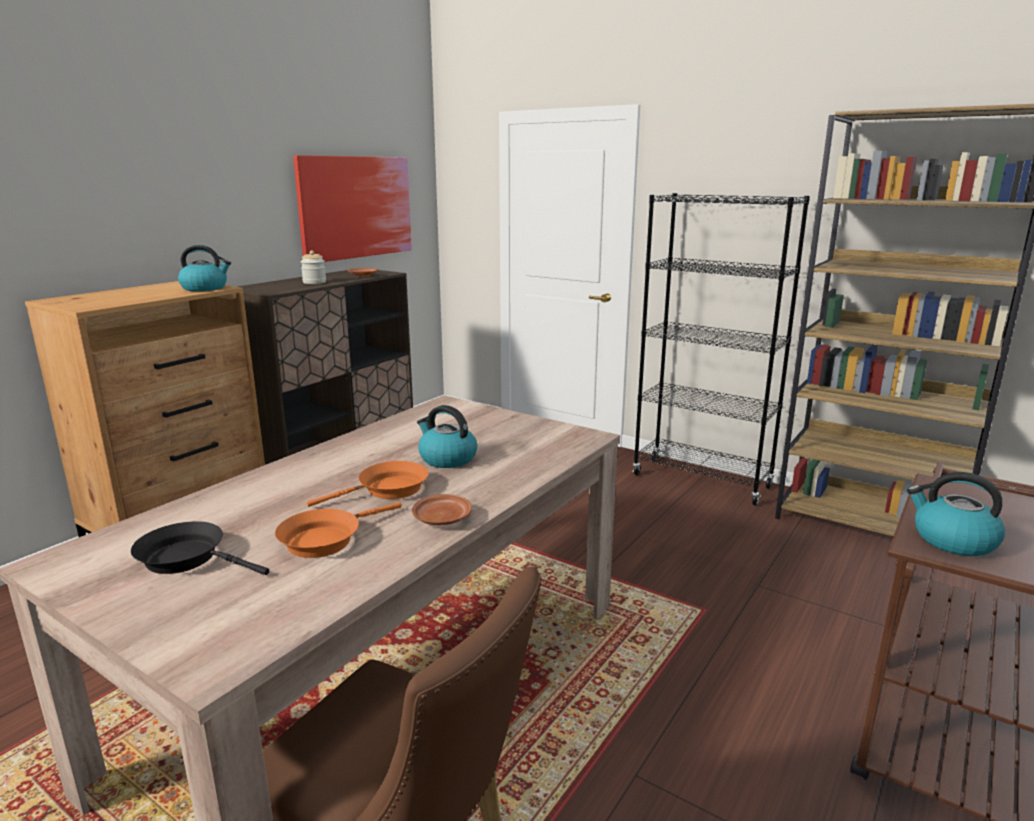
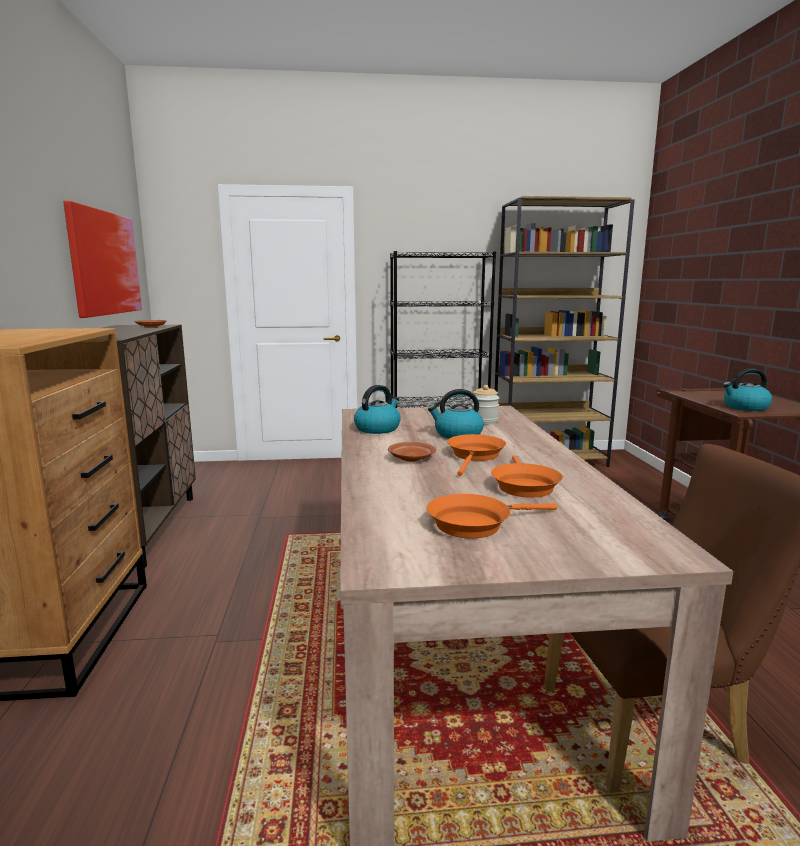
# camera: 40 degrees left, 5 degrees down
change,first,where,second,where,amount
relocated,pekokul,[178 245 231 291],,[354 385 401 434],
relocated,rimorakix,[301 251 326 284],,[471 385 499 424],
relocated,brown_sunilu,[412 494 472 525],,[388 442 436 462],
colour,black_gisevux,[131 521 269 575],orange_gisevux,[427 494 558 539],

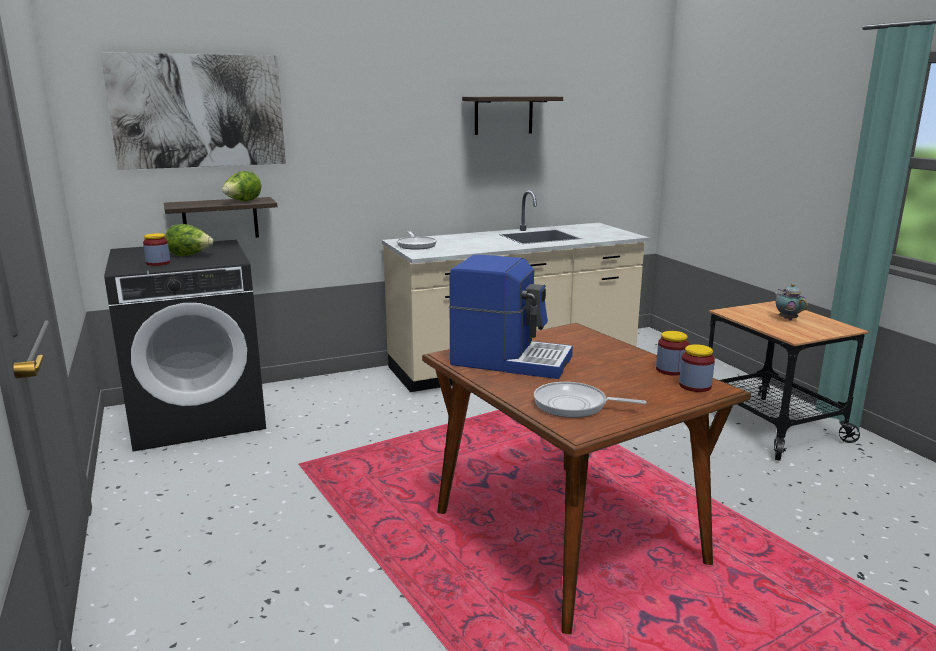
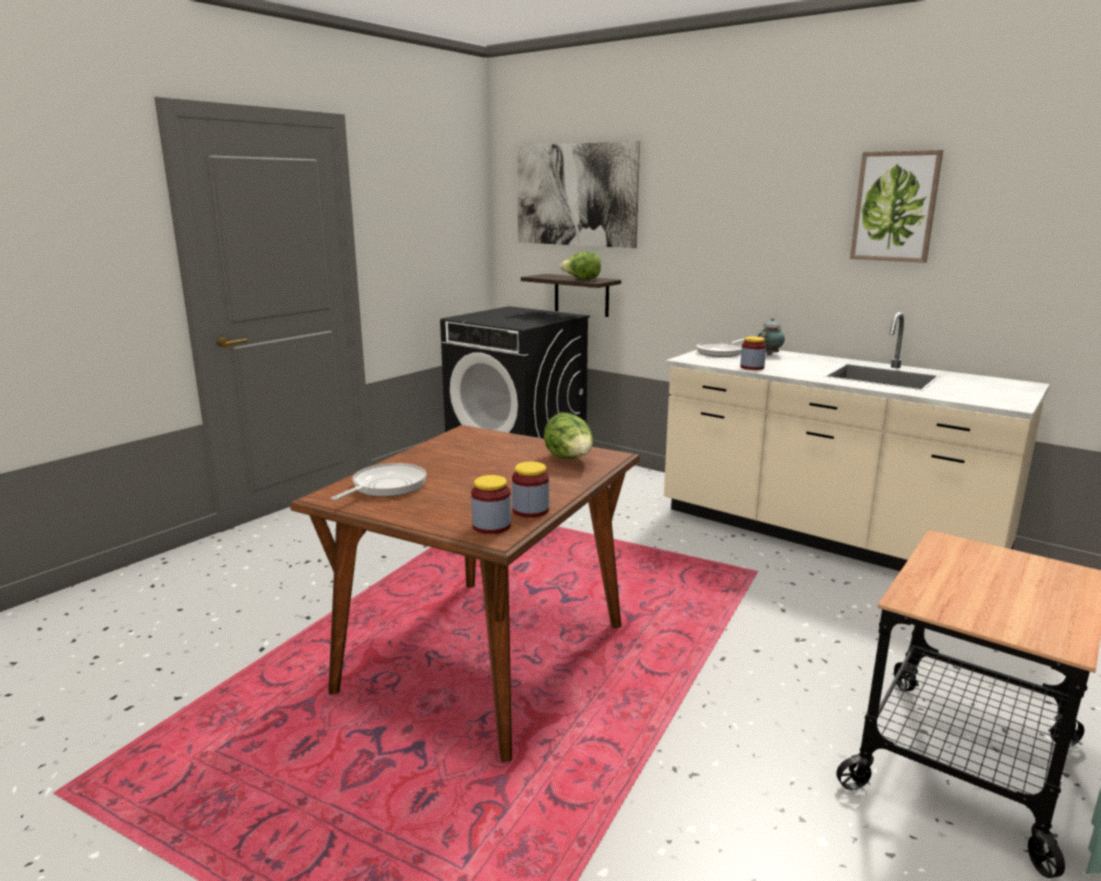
# camera: 60 degrees right, 0 degrees up
change,first,where,second,where,amount
exchanged,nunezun,[462 96 563 135],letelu,[850 150 943 263],
relocated,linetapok,[165 224 214 256],,[544 413 593 459],
relocated,rimorakix,[143 233 170 266],,[740 336 766 370],
missing,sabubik,[449 255 573 379],,,
relocated,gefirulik,[773 284 808 320],,[758 318 785 356],
spun,gisevux,[534 382 647 418],,[331 463 426 500],45 degrees clockwise

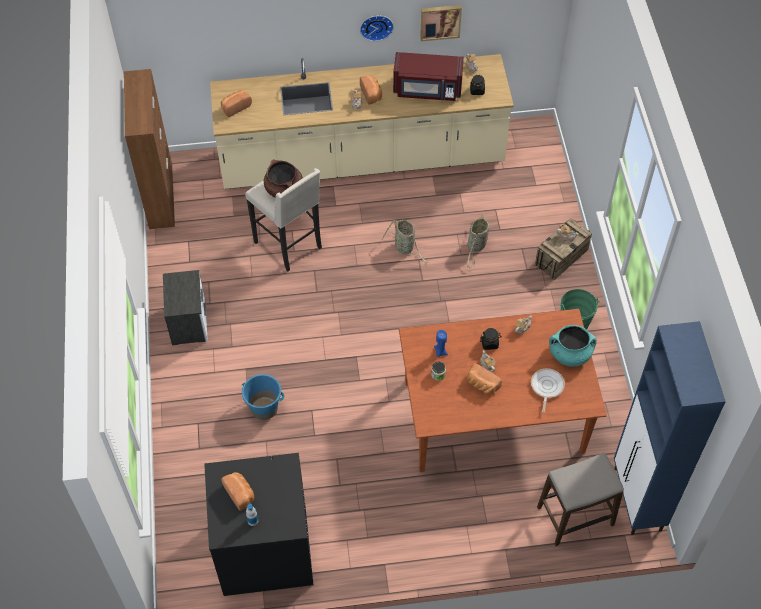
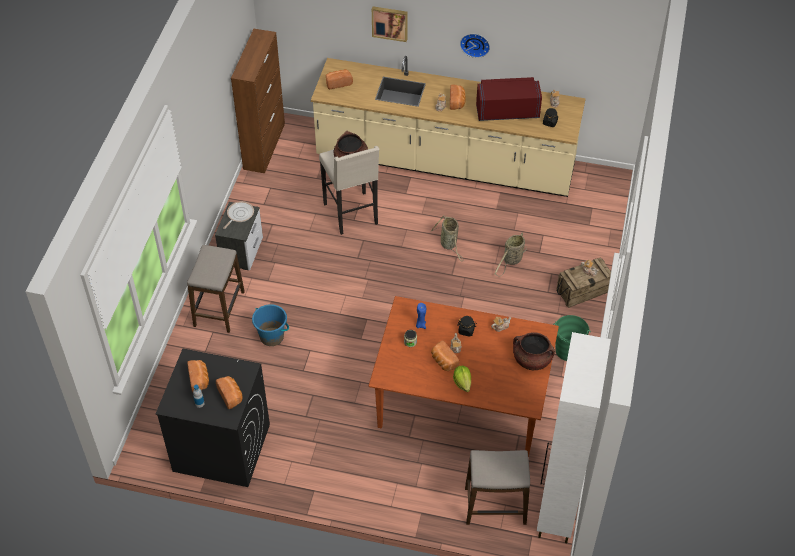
# camera: 20 degrees right, 5 degrees down
change,first,where,second,where,amount
relocated,letelu,[420 5 462 41],,[372 7 408 42],
spun,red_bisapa,[393 52 464 101],,[476 77 542 121],150 degrees clockwise
colour,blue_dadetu,[614 321 726 535],white_dadetu,[537 332 611 544],
colour,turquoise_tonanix,[549 325 597 367],brown_tonanix,[513 332 555 370],
relocated,gisevux,[531 368 565 413],,[223 201 254 229],
appeared,,,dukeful,[187 245 245 333],
appeared,,,linetapok,[453 366 471 392],
appeared,,,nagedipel,[216 376 243 409],

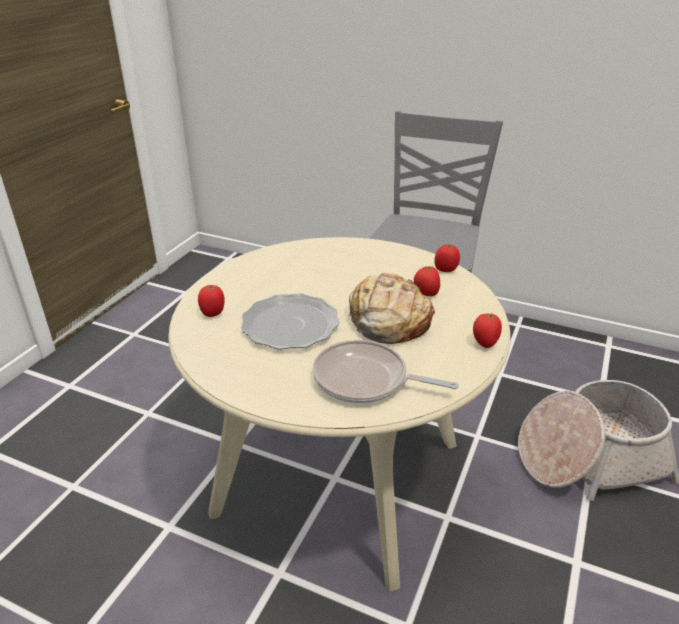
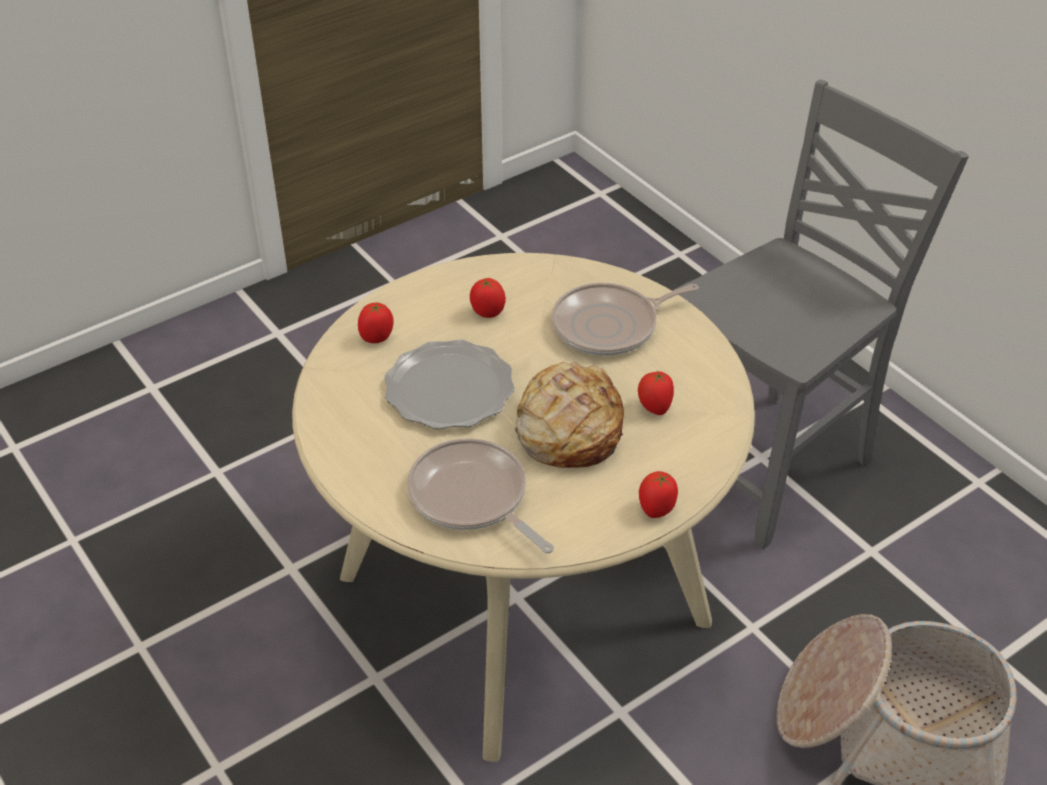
# camera: 30 degrees right, 10 degrees up
change,first,where,second,where,amount
relocated,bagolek,[434 244 460 272],,[470 278 506 318],
appeared,,,gisevux,[552 283 699 356],

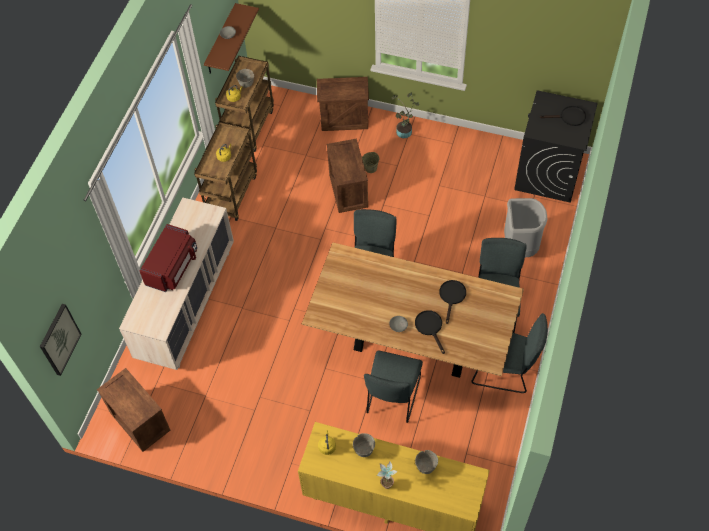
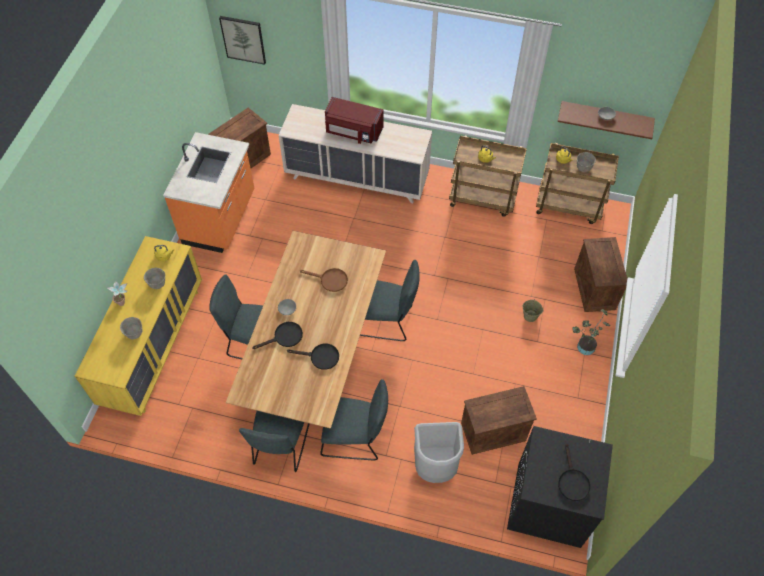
# camera: 85 degrees right, 0 degrees up
change,first,where,second,where,amount
relocated,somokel,[327 139 368 213],,[461 386 537 455],
appeared,,,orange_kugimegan,[163 132 254 253],
appeared,,,brown_gisevux,[300 268 348 292],

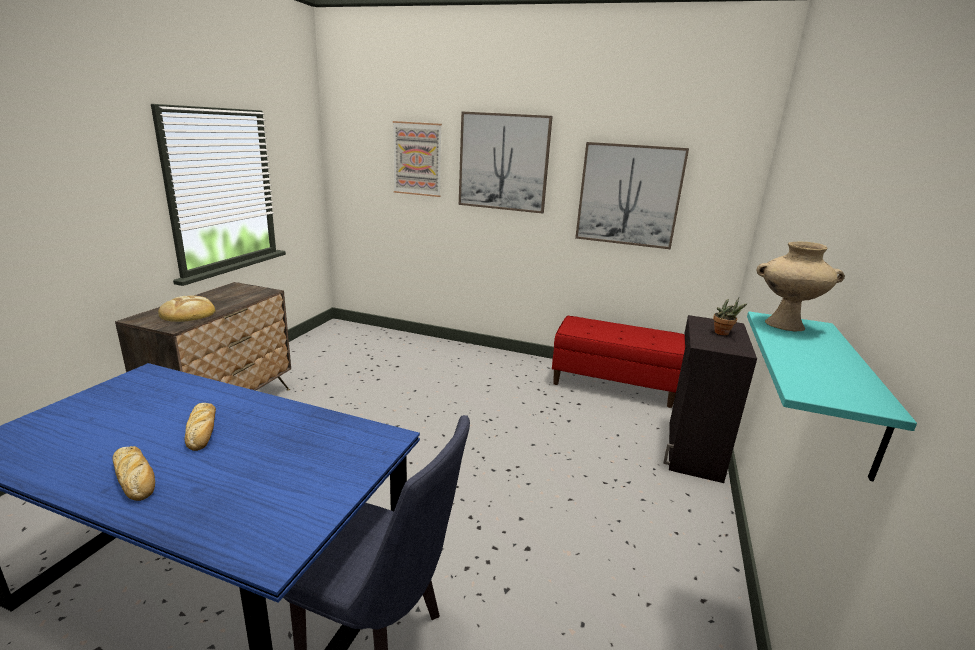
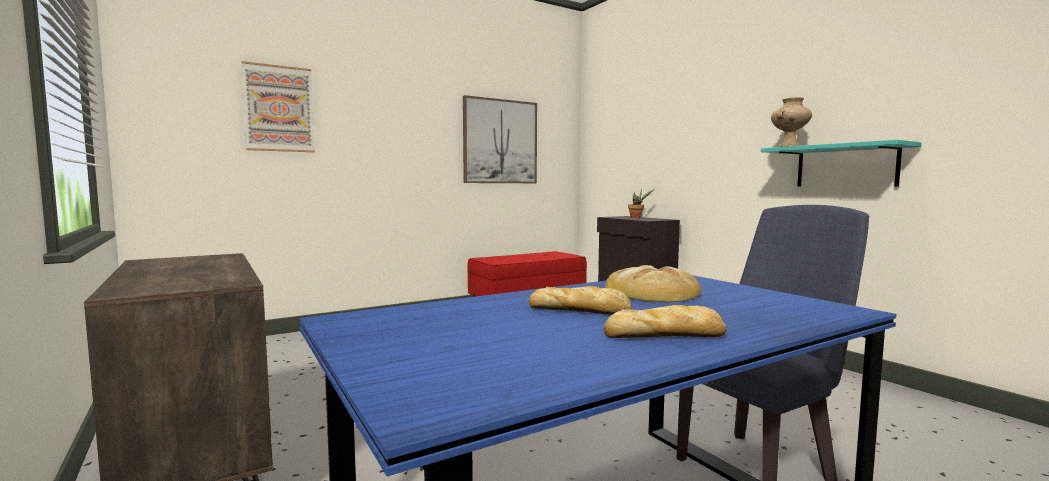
# camera: 50 degrees left, 15 degrees down
change,first,where,second,where,amount
missing,letelu,[459 112 553 214],,,
relocated,nagedipel,[158 295 215 322],,[605 265 701 303],

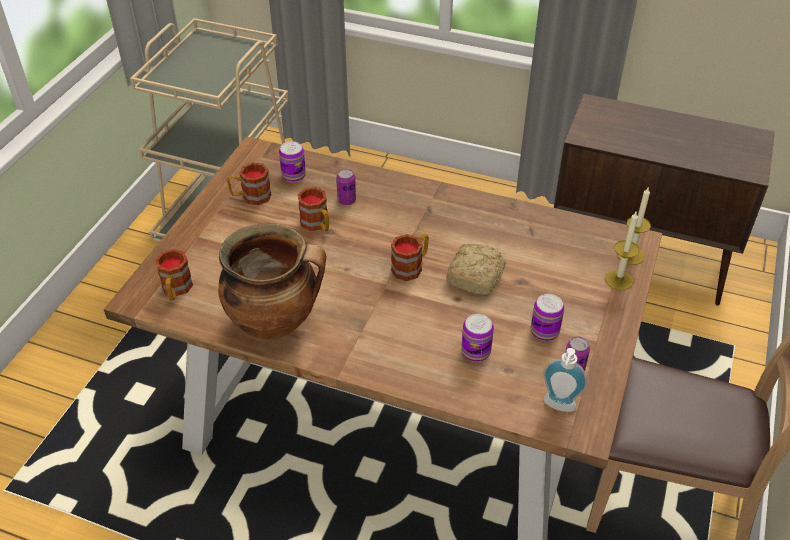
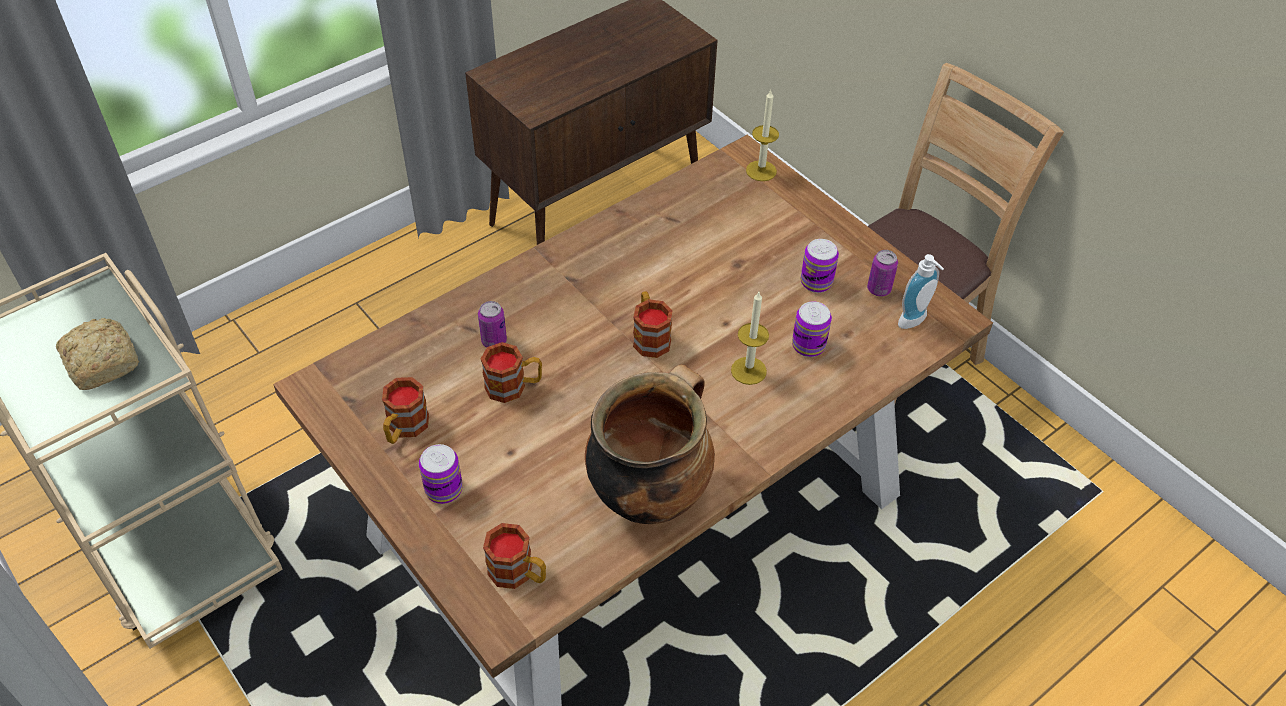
# camera: 60 degrees left, 5 degrees up
change,first,where,second,where,amount
relocated,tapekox,[279 141 306 182],,[419 444 463 504],
relocated,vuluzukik,[605 212 639 290],,[731 292 769 385],
relocated,nagedipel,[446 244 506 295],,[56 318 139 390],

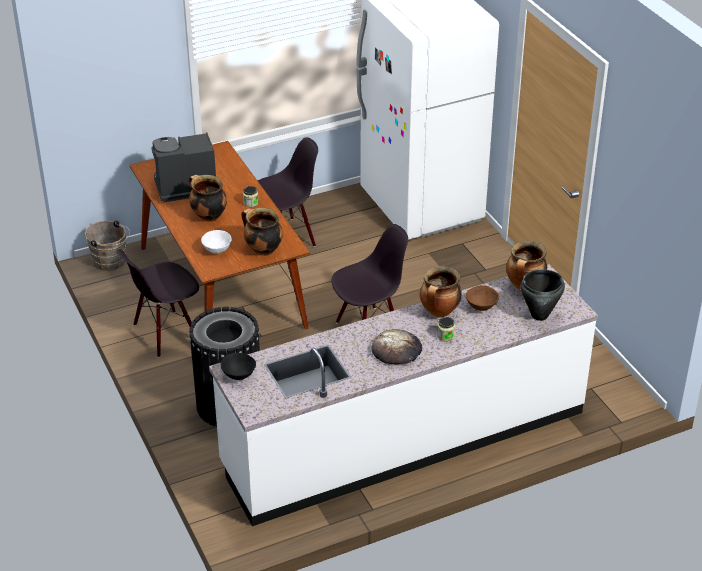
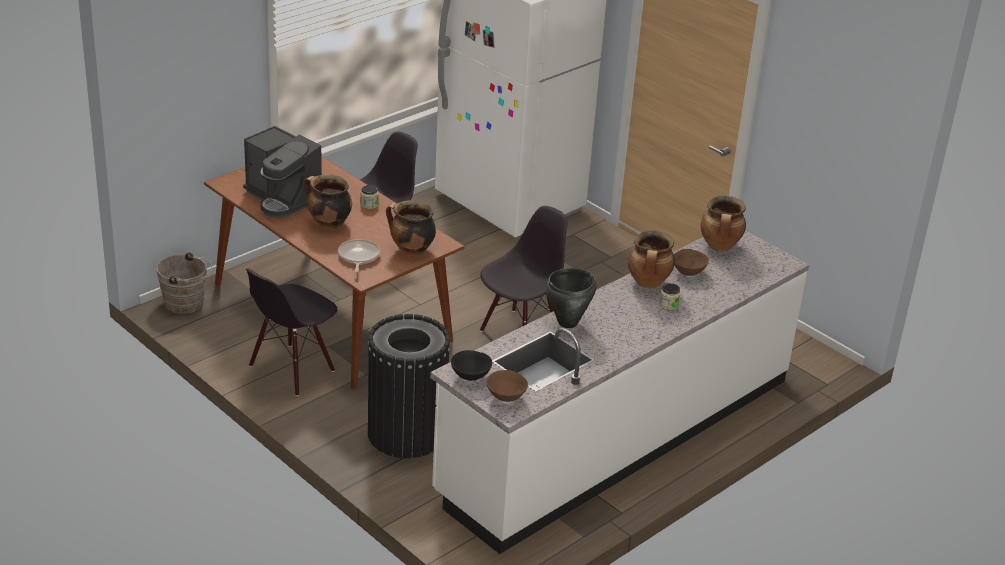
# camera: 20 degrees left, 5 degrees down
change,first,where,second,where,amount
spun,sabubik,[152 132 216 203],,[243 126 322 218],105 degrees counterclockwise
exchanged,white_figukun,[201 230 232 253],gisevux,[338 239 380 272],
relocated,black_tonanix,[520 270 565 321],,[546 268 596 328],
missing,nagedipel,[372 329 422 364],,,
appeared,,,brown_figukun,[486 370 528 402],

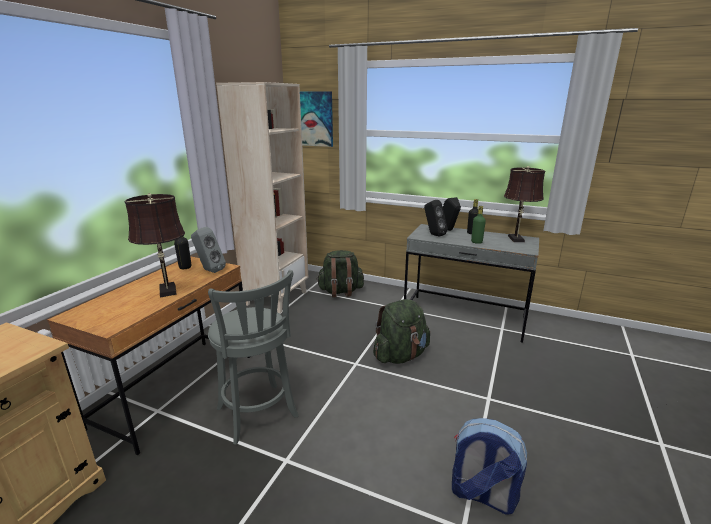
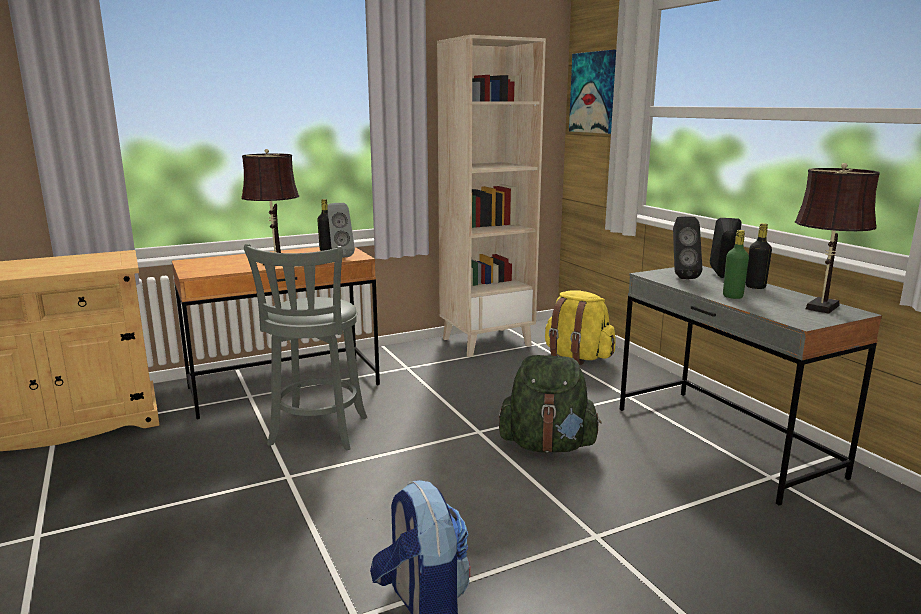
# camera: 40 degrees right, 5 degrees down
change,first,where,second,where,amount
colour,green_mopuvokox,[316 250 364 297],yellow_mopuvokox,[545 290 616 365],

